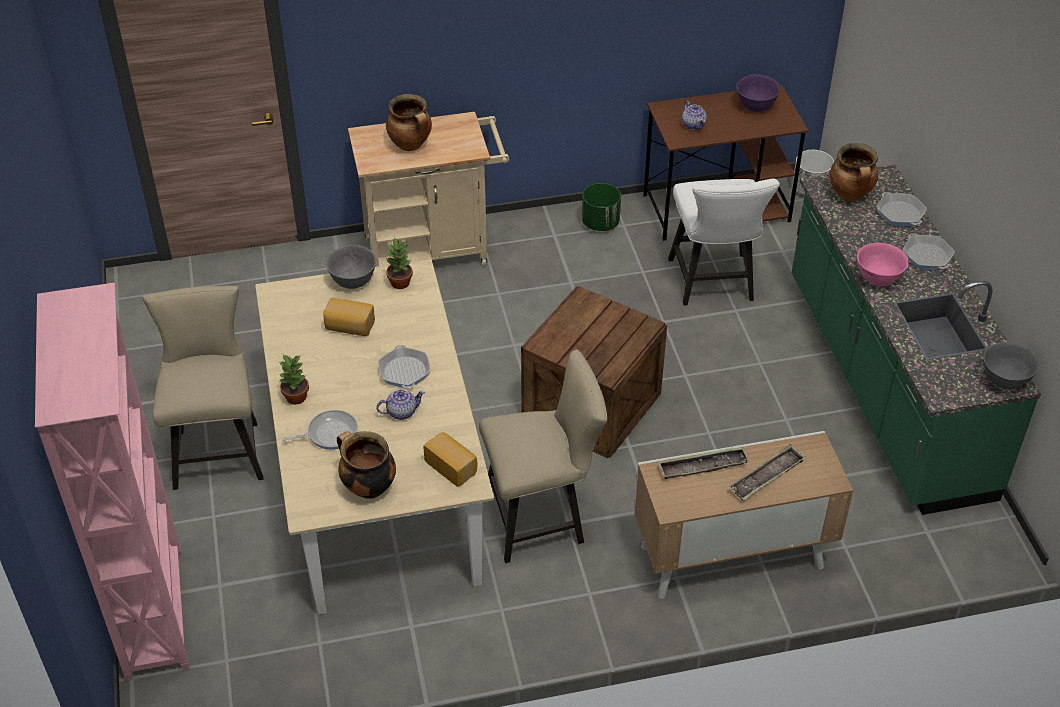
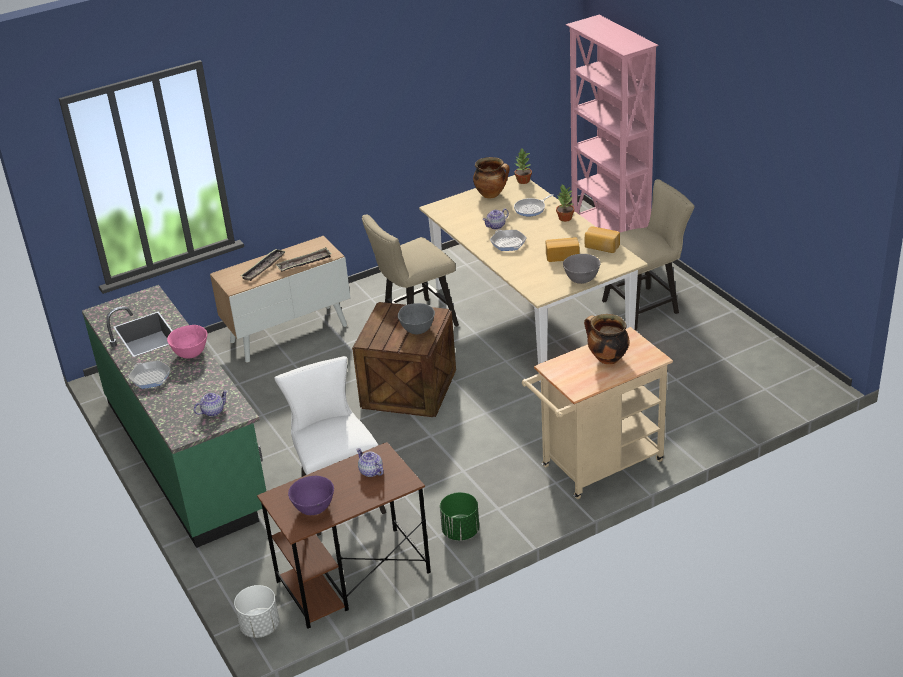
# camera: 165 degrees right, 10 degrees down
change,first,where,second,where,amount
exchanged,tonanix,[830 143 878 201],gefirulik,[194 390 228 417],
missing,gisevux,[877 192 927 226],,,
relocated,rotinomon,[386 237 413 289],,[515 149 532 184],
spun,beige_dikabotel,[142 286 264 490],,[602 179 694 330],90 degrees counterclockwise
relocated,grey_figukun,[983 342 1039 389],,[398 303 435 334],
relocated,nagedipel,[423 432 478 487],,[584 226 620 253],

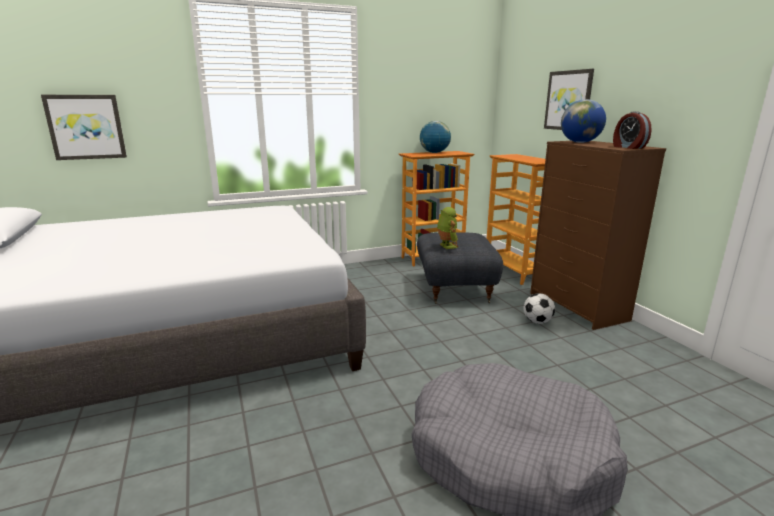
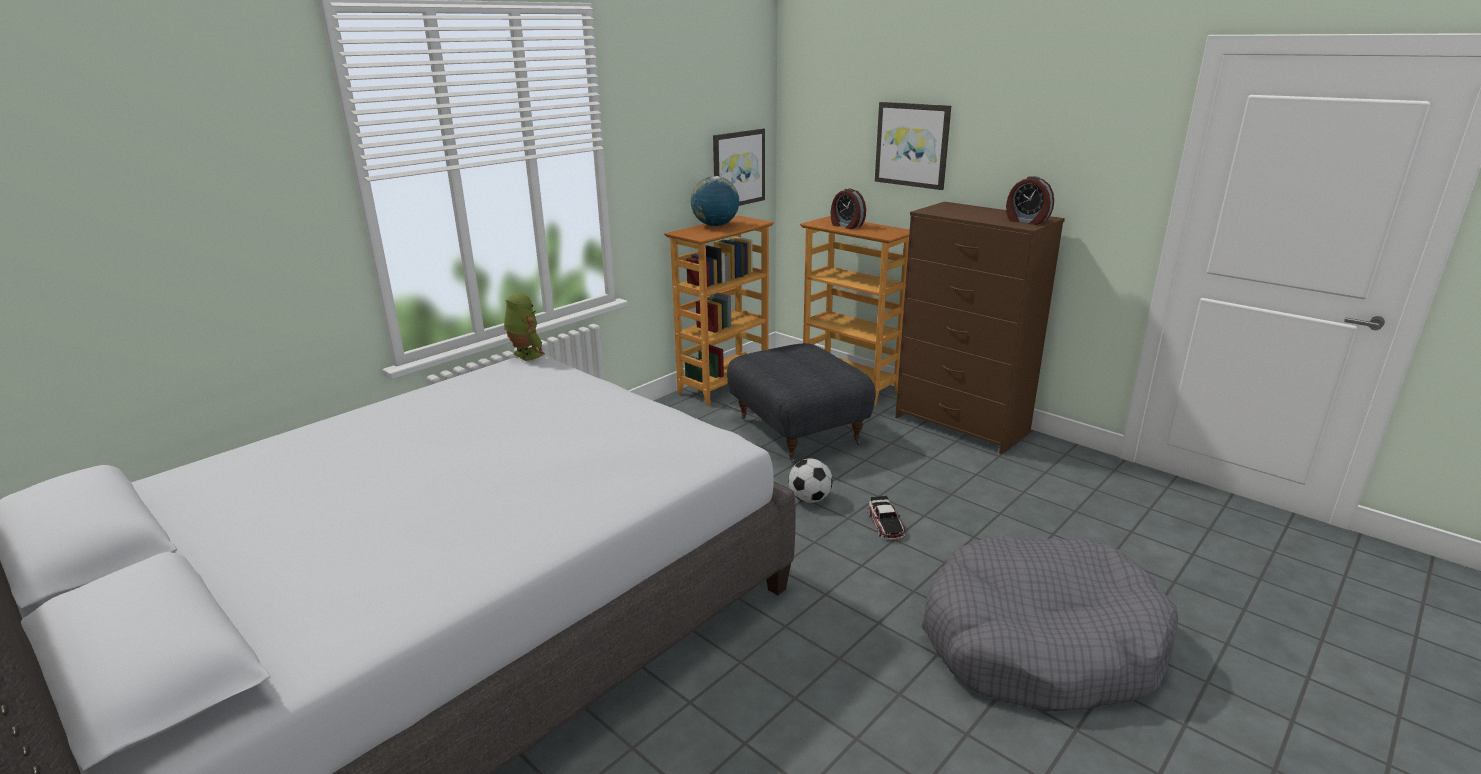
# camera: 25 degrees left, 5 degrees up
change,first,where,second,where,amount
relocated,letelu,[41 95 127 160],,[713 129 765 206],
missing,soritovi,[561 99 606 143],,,
relocated,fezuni,[437 207 458 249],,[504 293 545 361],
relocated,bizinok,[523 293 555 324],,[788 458 833 503],
appeared,,,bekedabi,[831 188 866 229],
appeared,,,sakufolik,[868 496 905 540],

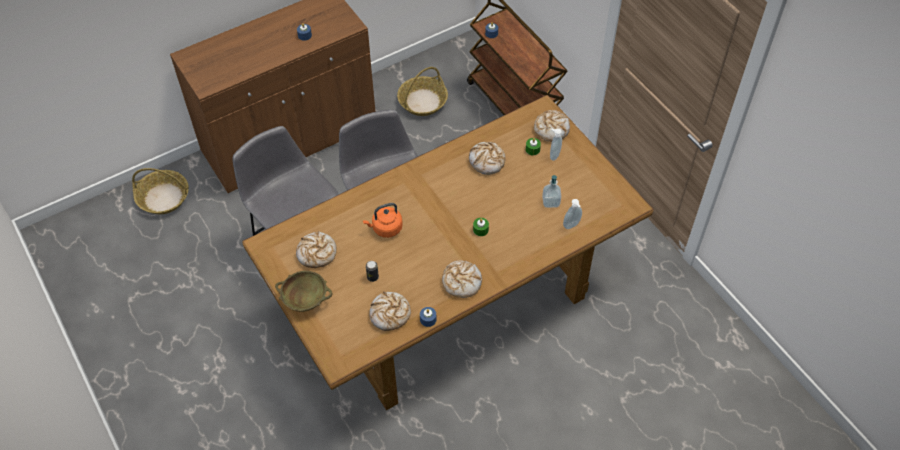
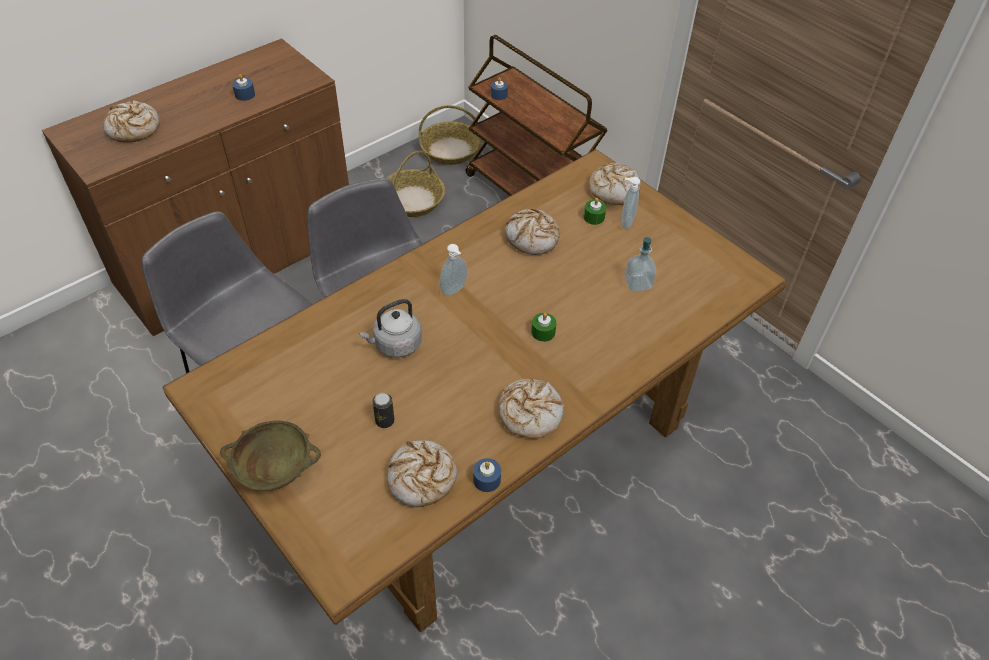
# camera: 10 degrees left, 5 degrees down
change,first,where,second,where,amount
relocated,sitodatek,[132 168 189 214],,[419 105 481 165],
relocated,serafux,[563 199 582 229],,[440 244 467 296],
colour,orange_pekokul,[363 203 403 238],grey_pekokul,[359 299 422 357],
relocated,nagedipel,[296 231 337 268],,[104 100 160 143],

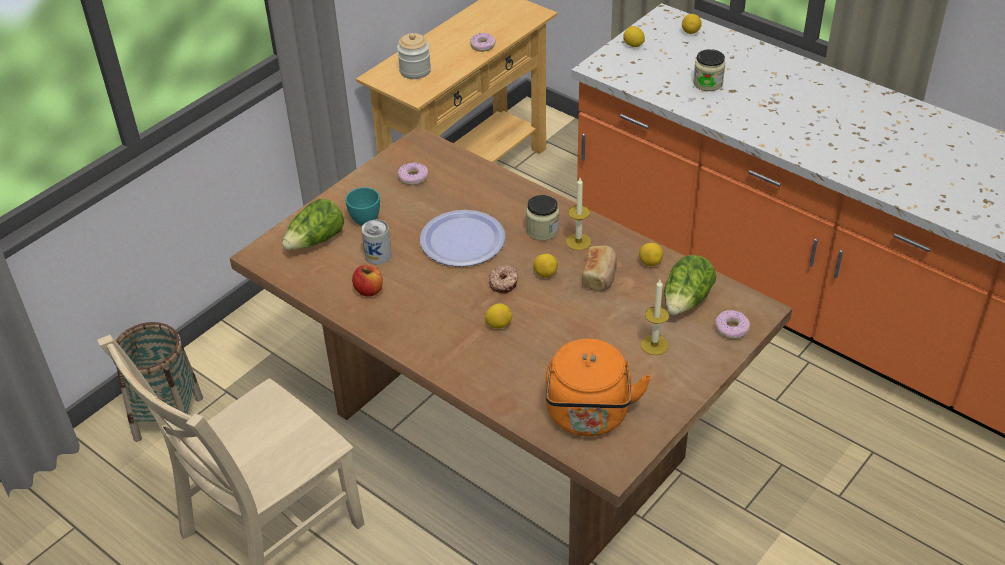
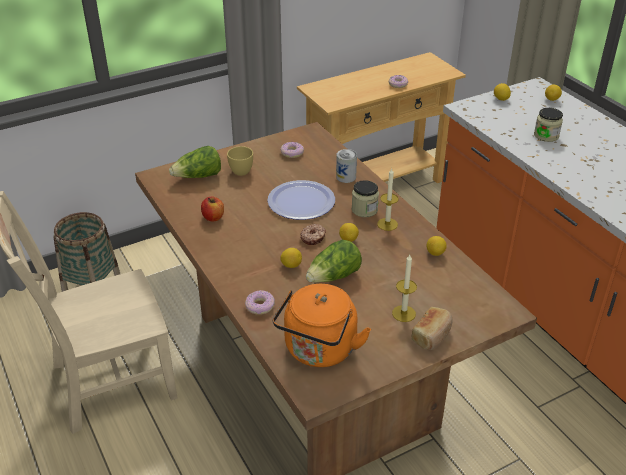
# camera: 20 degrees right, 5 degrees down
change,first,where,second,where,amount
missing,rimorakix,[397 33 431 79],,,
colour,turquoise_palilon,[345 187 380 226],yellow_palilon,[227 146 253 176],
relocated,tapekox,[361 220 392 265],,[336 149 357 183],
relocated,nagedipel,[582 246 617 292],,[412 307 453 350],
relocated,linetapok,[664 255 717 315],,[306 240 362 282],
relocated,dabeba,[715 310 750 339],,[245 290 275 315],

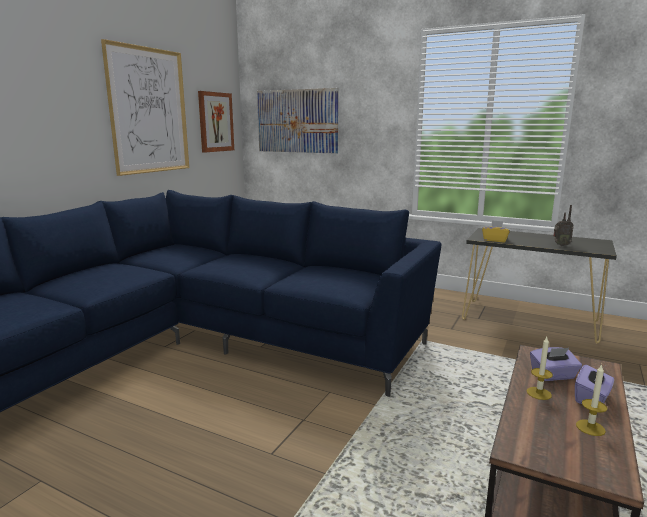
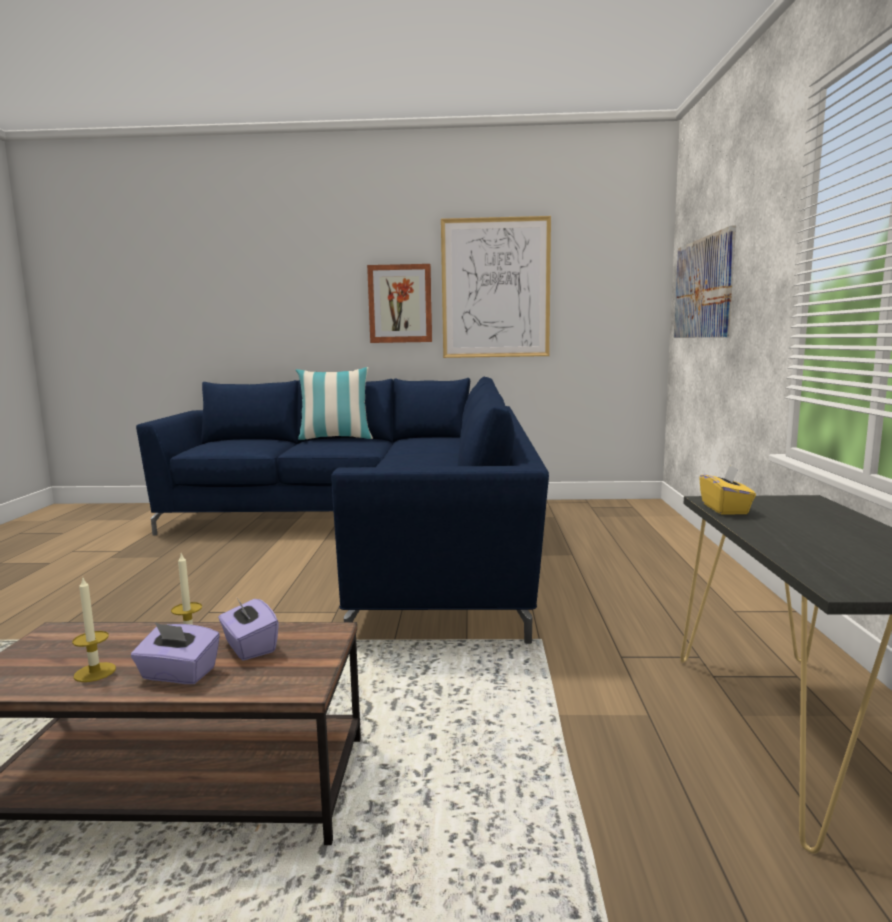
# camera: 65 degrees right, 5 degrees down
change,first,where,second,where,amount
relocated,letelu,[198 91 234 153],,[367 264 432 343],
missing,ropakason,[553 205 574 246],,,
appeared,,,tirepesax,[296 367 373 440],

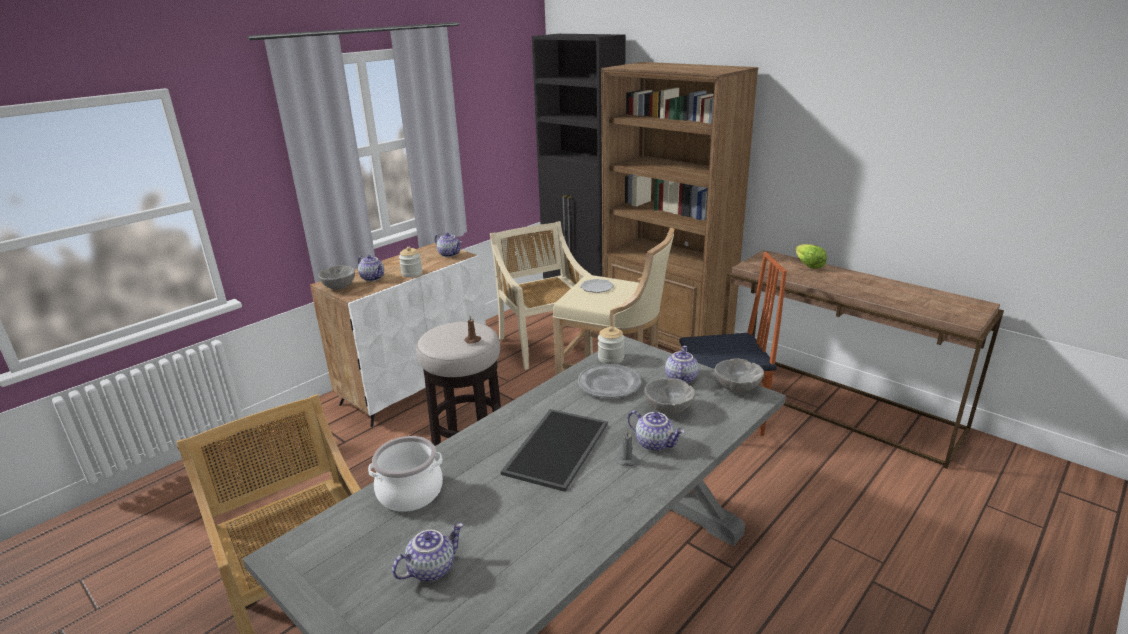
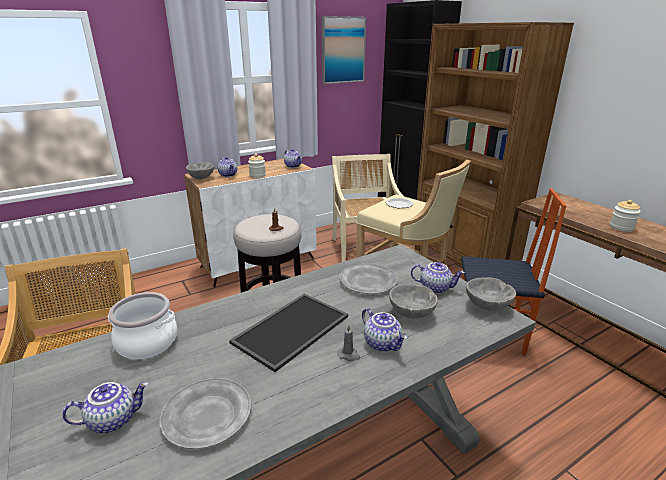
# camera: 15 degrees right, 0 degrees up
change,first,where,second,where,amount
missing,linetapok,[795 244 827 269],,,
relocated,rimorakix,[598 326 624 364],,[610 200 641 232],
spun,gefirulik,[665 346 699 384],,[411 261 465 294],75 degrees clockwise
appeared,,,letelu,[321 16 366 84],
appeared,,,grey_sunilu,[160 378 251 450],

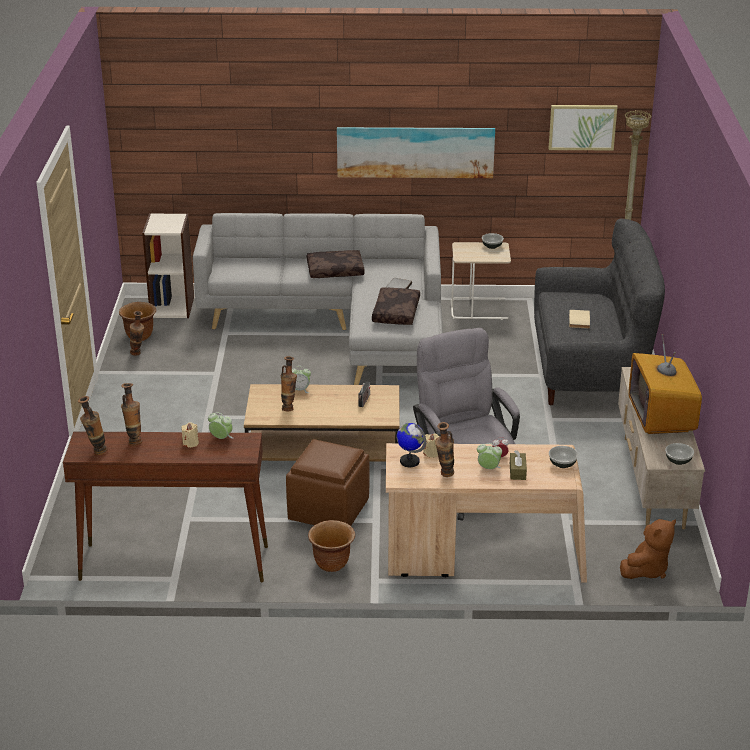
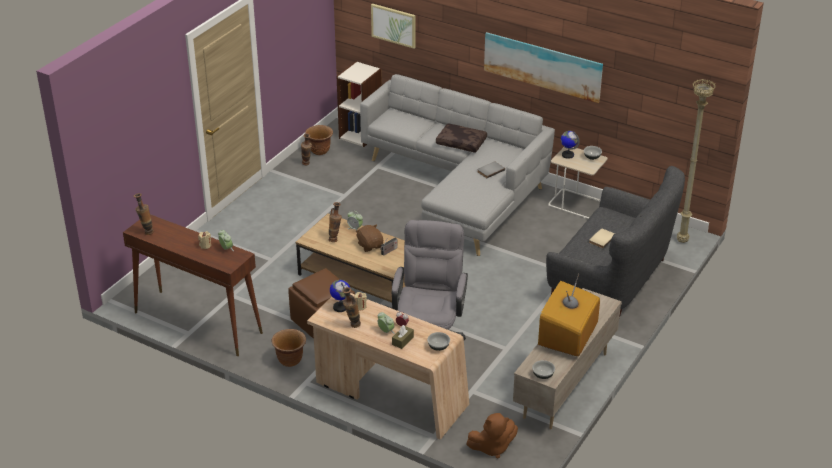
# camera: 30 degrees right, 5 degrees up
change,first,where,second,where,amount
relocated,letelu,[549 105 618 150],,[371 4 415 49],
missing,brown_tirepesax,[372 288 420 325],,,
missing,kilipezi,[121 383 142 446],,,
appeared,,,soritovi,[561 131 580 159],
appeared,,,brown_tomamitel,[355 224 383 252],

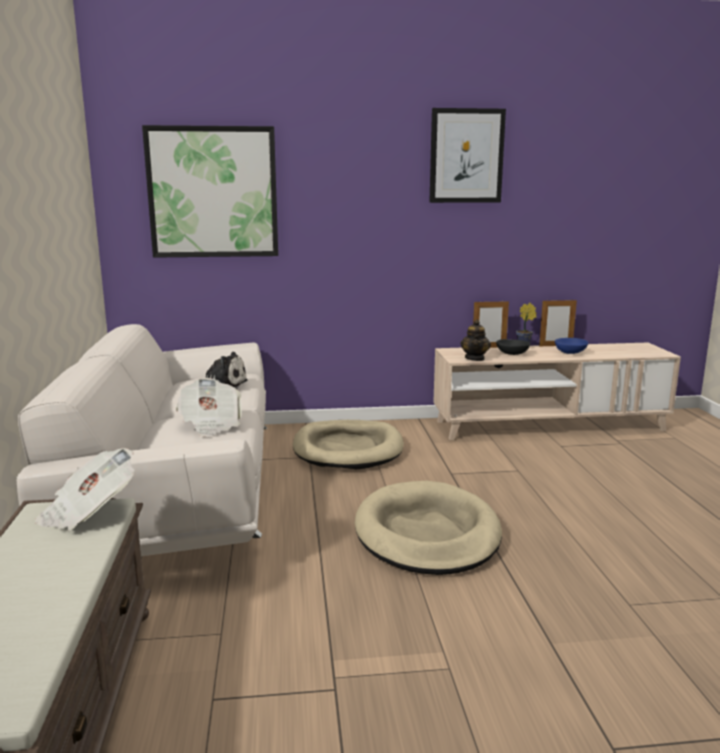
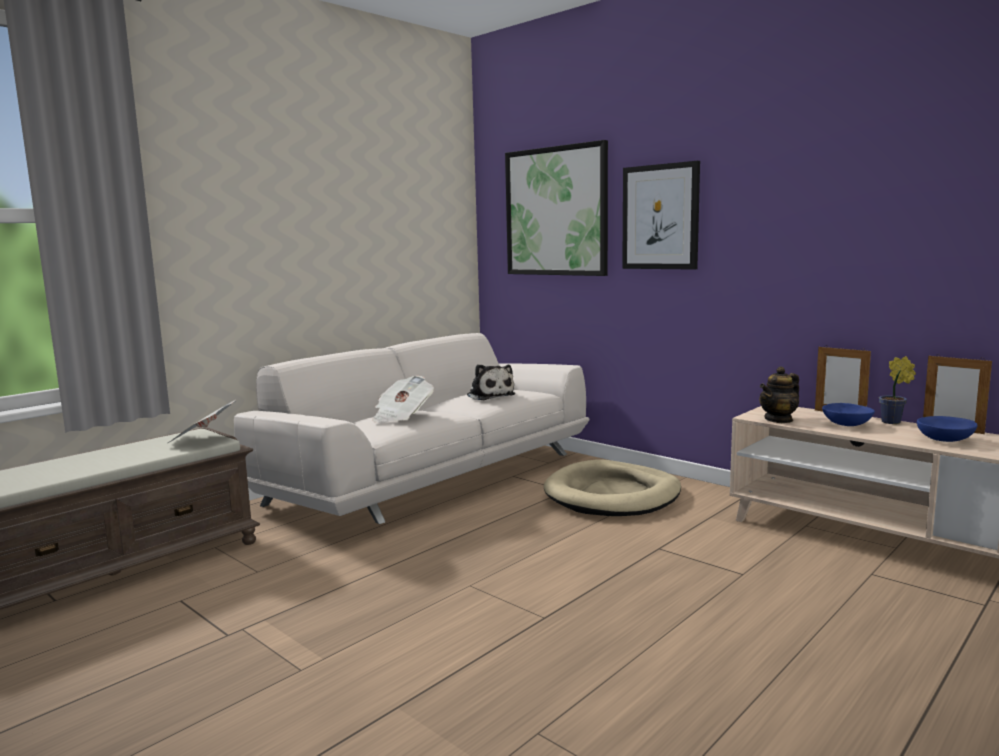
# camera: 50 degrees right, 5 degrees down
change,first,where,second,where,amount
relocated,letelu,[429 108 506 203],,[622 161 700 270],
colour,black_figukun,[496 339 530 355],blue_figukun,[822 403 875 426],
missing,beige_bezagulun,[355 481 502 575],,,

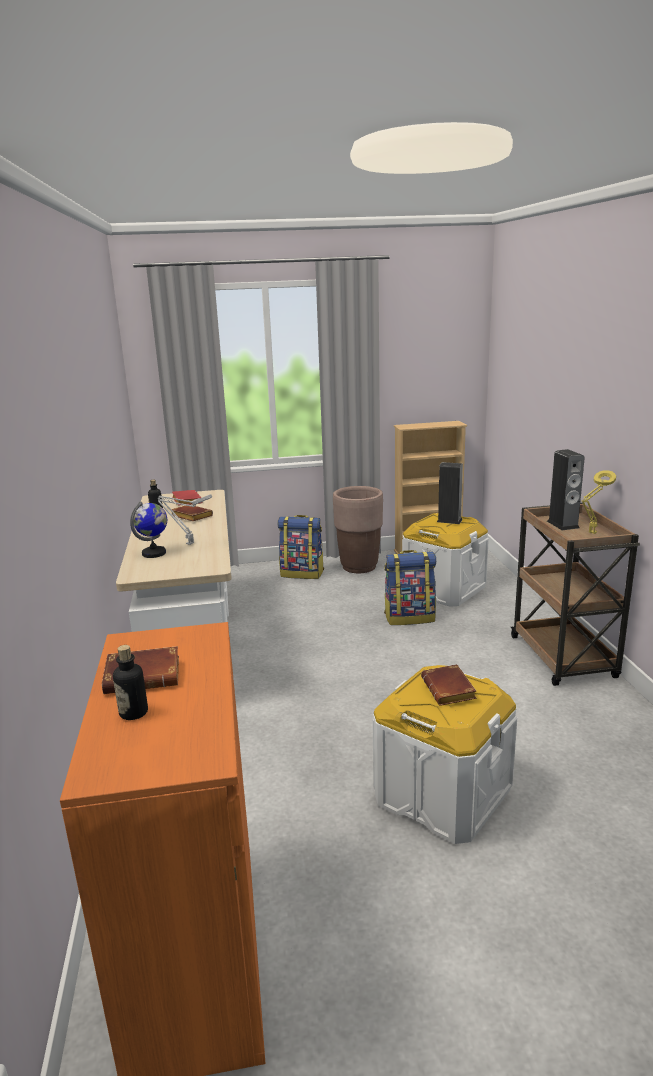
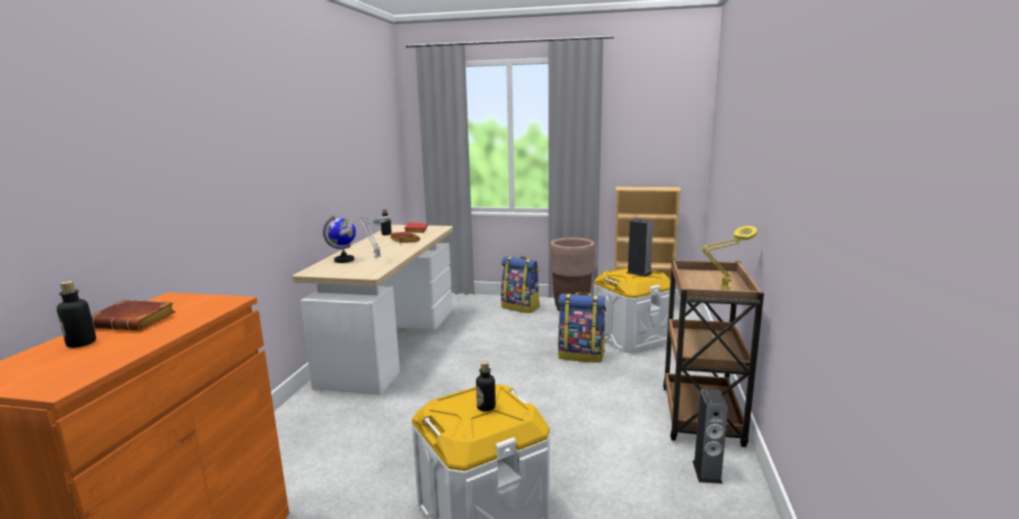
# camera: 20 degrees right, 5 degrees down
change,first,where,second,where,amount
relocated,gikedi,[547 449 585 530],,[692 389 728 484],
exchanged,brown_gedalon,[421 664 477 706],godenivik,[476 361 496 412],

